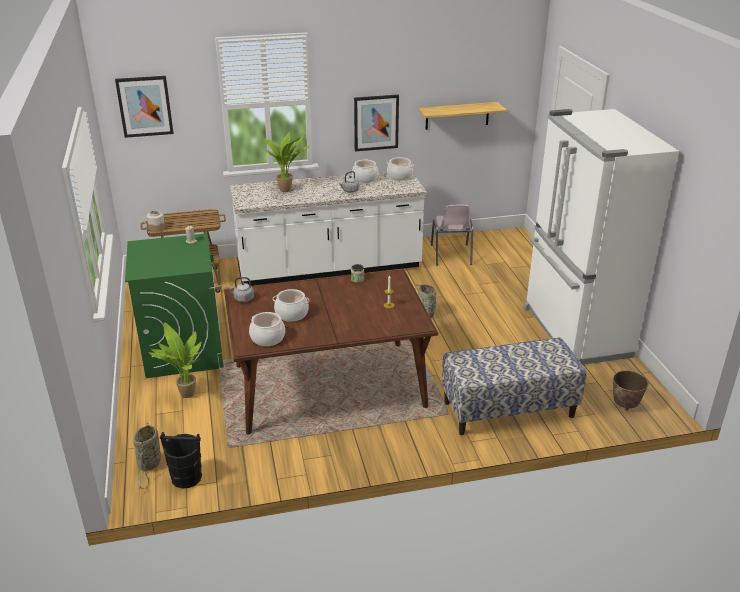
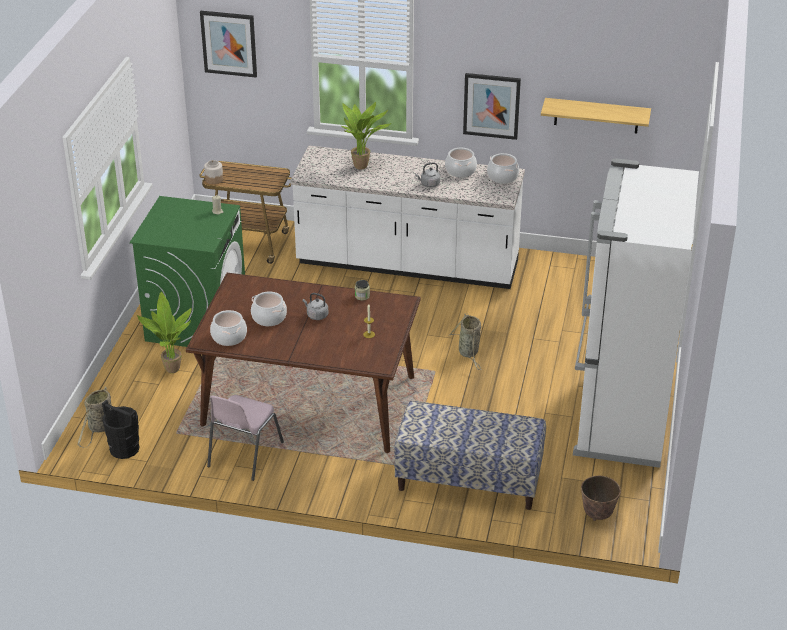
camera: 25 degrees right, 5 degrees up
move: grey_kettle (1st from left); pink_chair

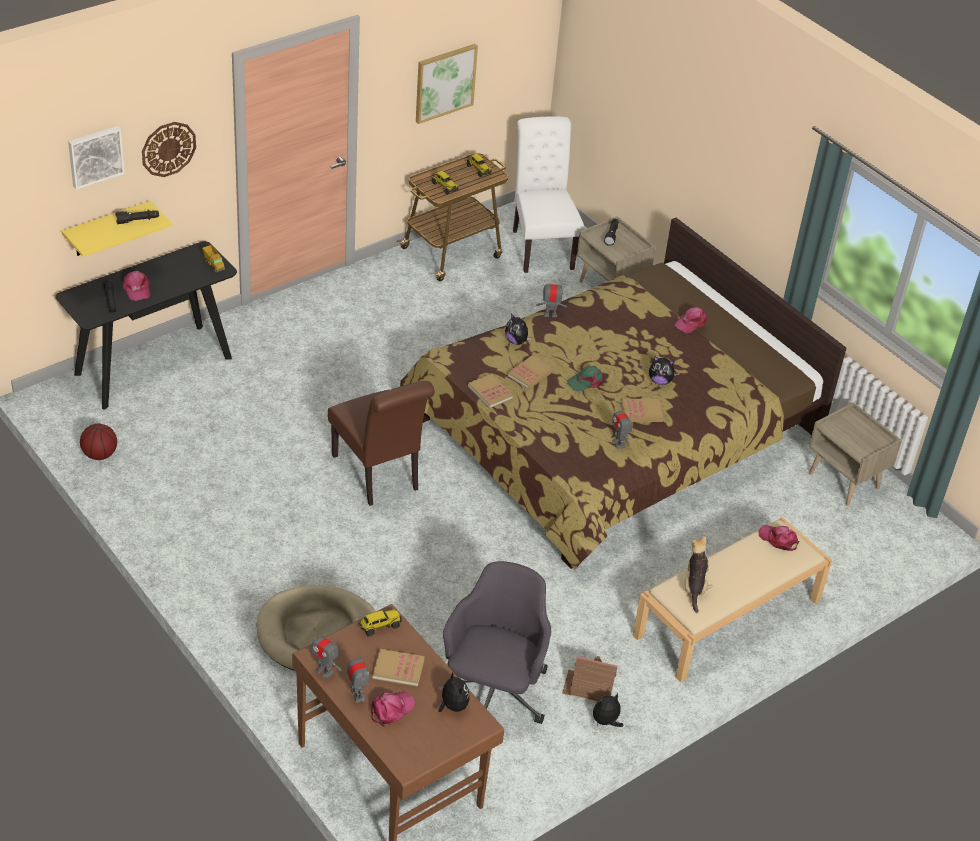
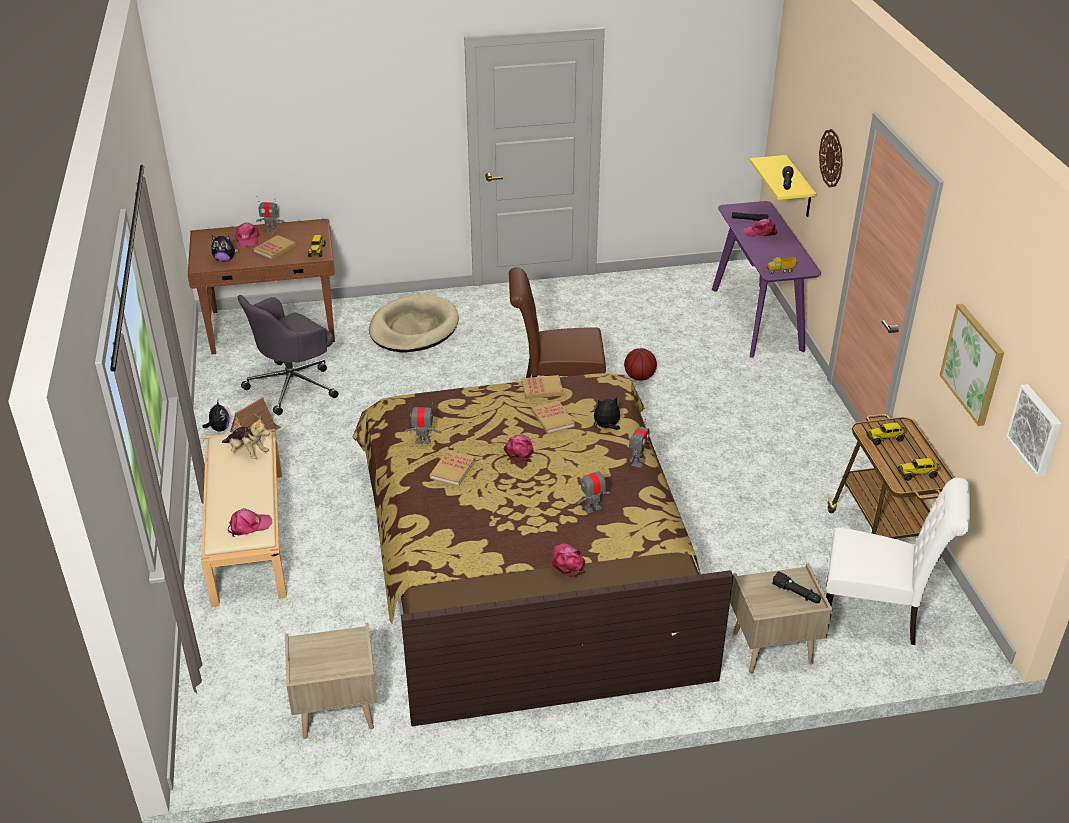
camera: 120 degrees right, 5 degrees down
delete: plush_toy (4th from left)
move: picture (1st from left in the first image) to picture (2nd from left); basketball; toy_robot (1st from left in the first image) to toy_robot (3rd from left)
recolor: black_console_table to purple_console_table; green_cap to pink_cap (3rd from left)
rotate: grey_office_chair 90 degrees clockwise

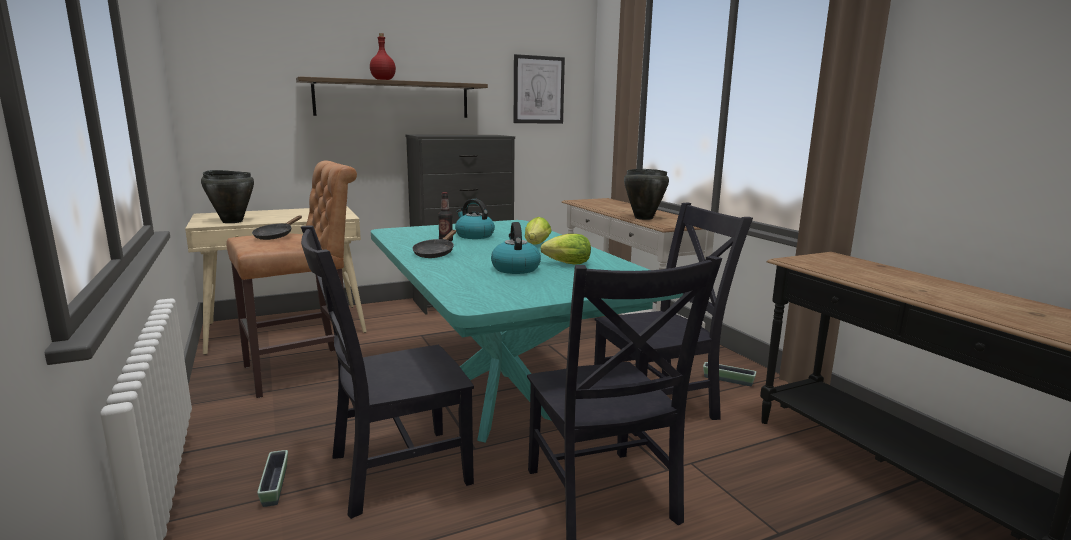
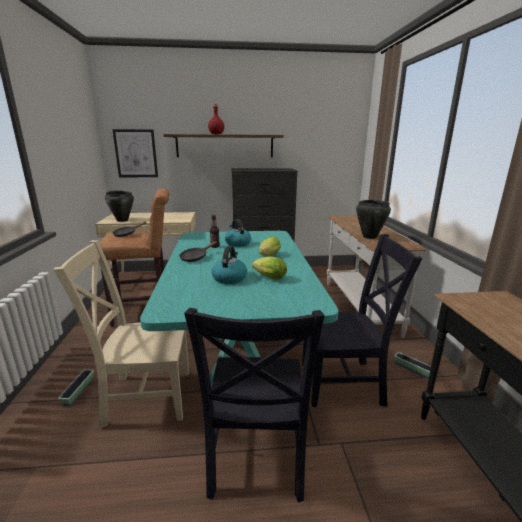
camera: 20 degrees right, 5 degrees up
move: picture
recolor: black_chair (1st from left) to beige_chair

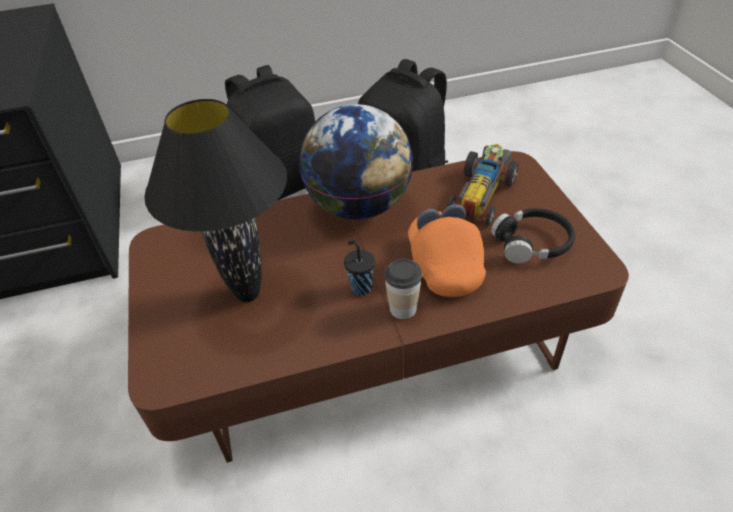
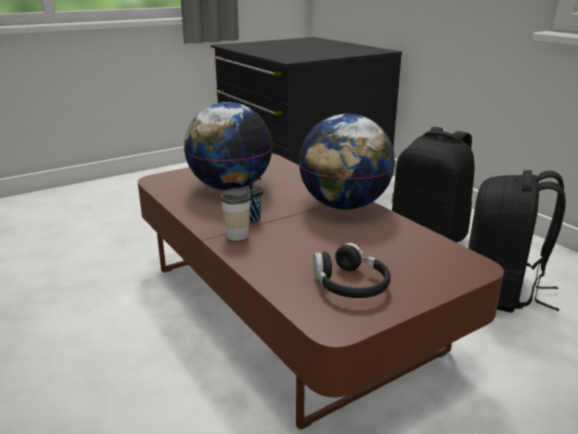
camera: 70 degrees right, 20 degrees down
delete: orange_cap; toy_car
replace: black_table_lamp to globe (1st from left)

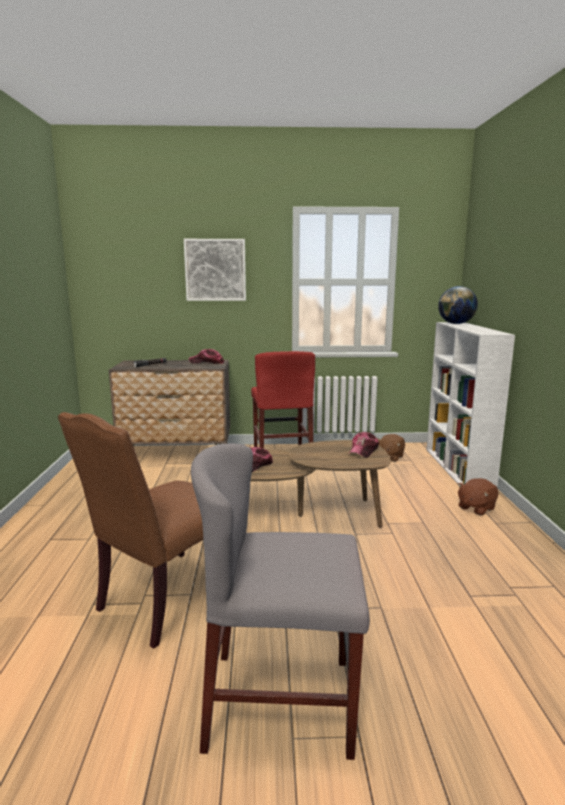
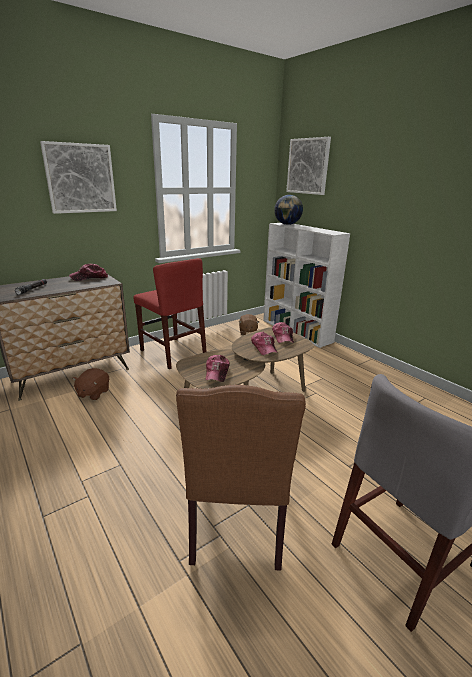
camera: 35 degrees left, 10 degrees up
insert: cap (3rd from left); picture (2nd from left)
move: brown_plush_toy (2nd from left in the first image) to brown_plush_toy (1st from left)

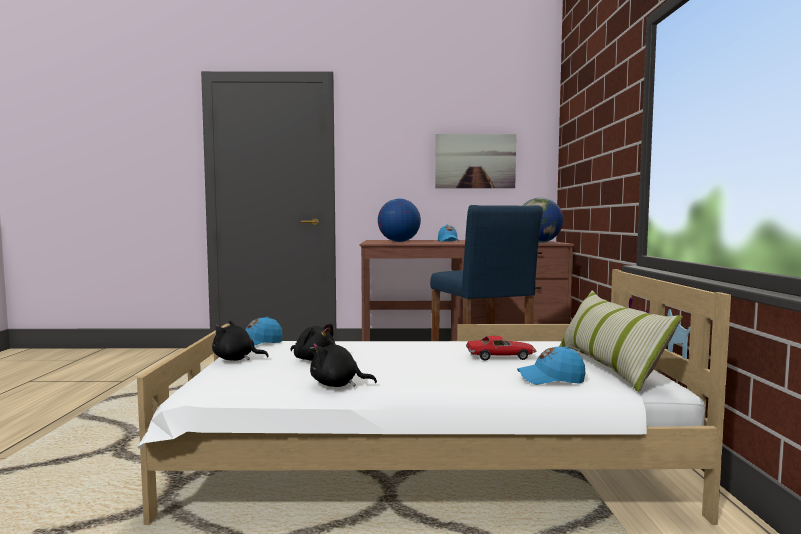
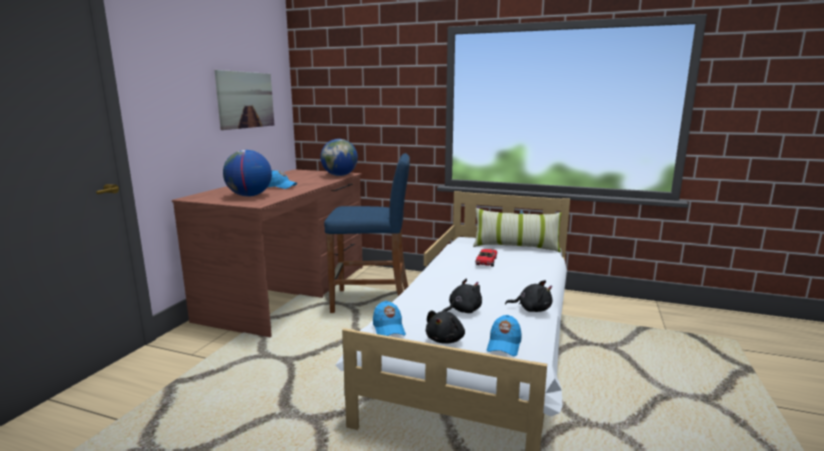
camera: 70 degrees left, 10 degrees up
move: blue_cap (3rd from left)
rotate: black_plush_toy (3rd from left) 105 degrees counterclockwise

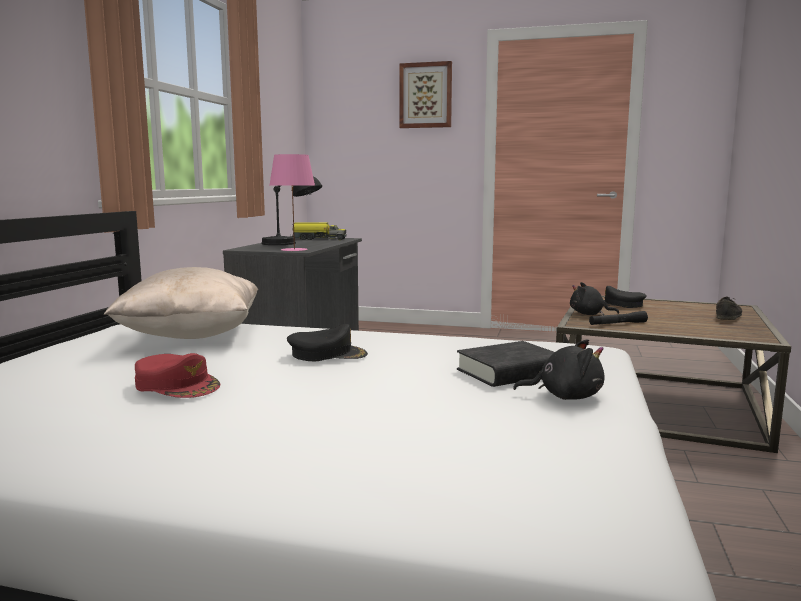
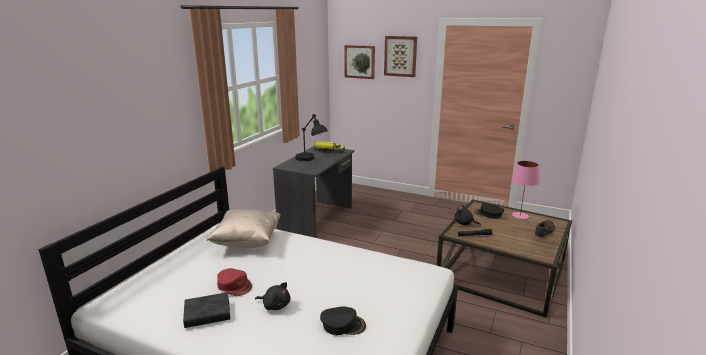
camera: 10 degrees right, 10 degrees up
insert: picture (1st from left)
move: pink_table_lamp; black_cap (1st from left); black_book; black_plush_toy (1st from left)

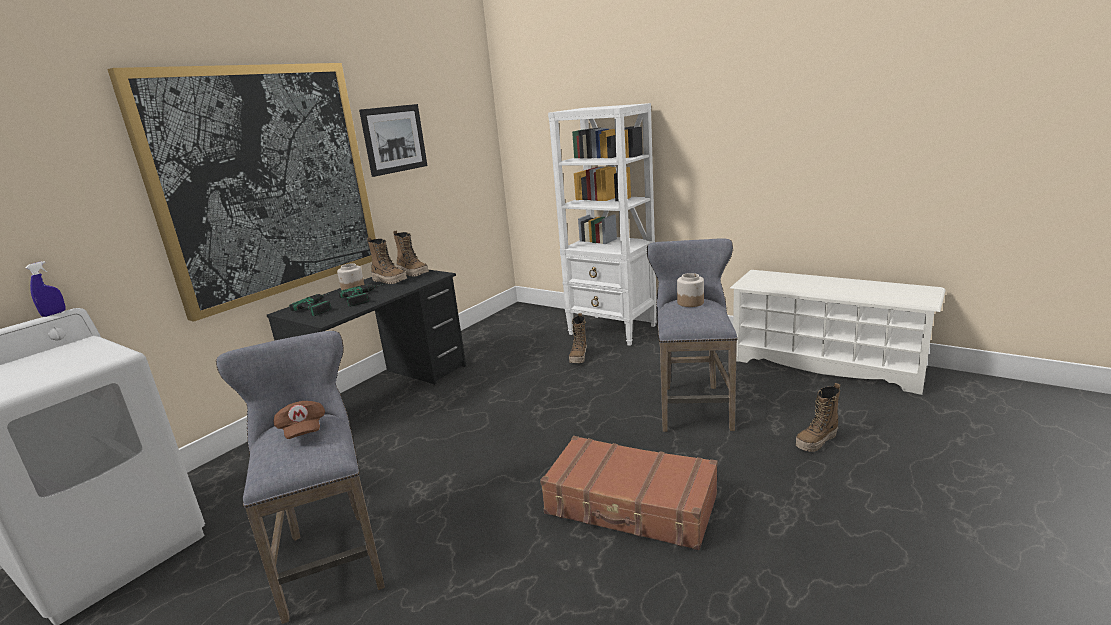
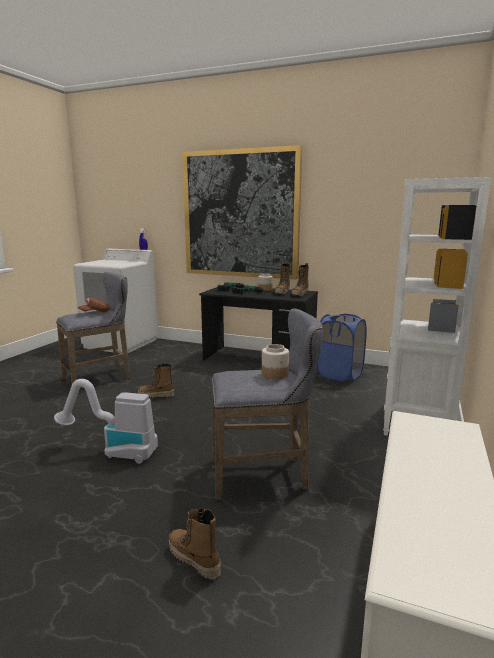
camera: 75 degrees right, 5 degrees down
delete: picture (2nd from left)
insert: blue_laundry_basket
move: boot (3rd from left in the first image) to boot (1st from left)
replace: brown_suitcase to vacuum_cleaner

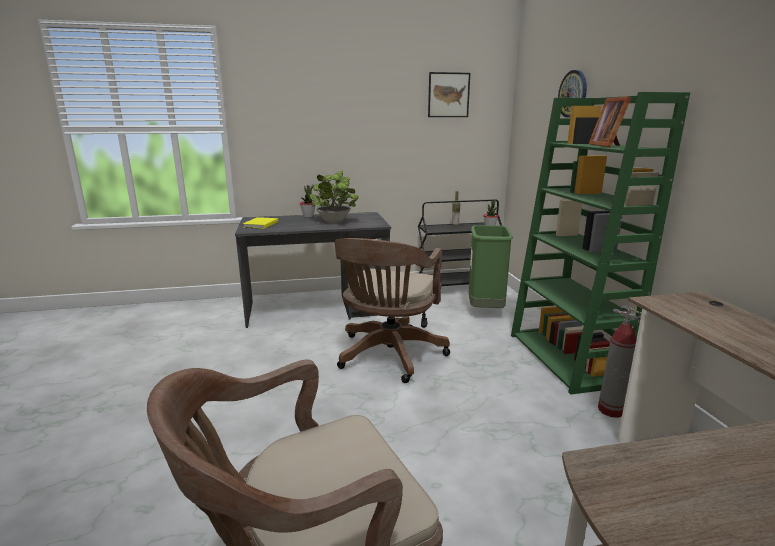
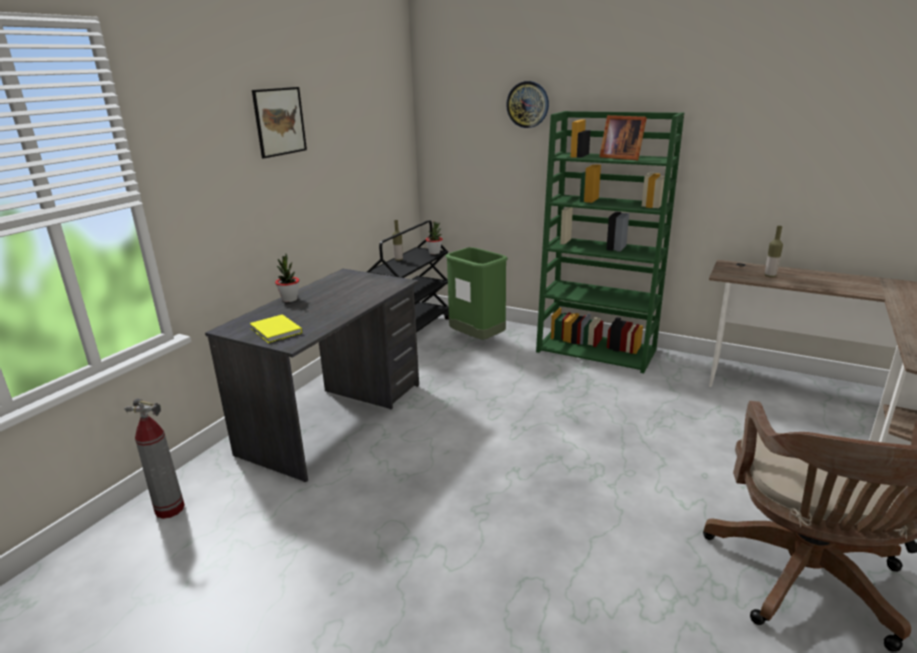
camera: 50 degrees left, 5 degrees up
delete: potted_plant (2nd from left); brown_office_chair (2nd from left)
insert: bottle (2nd from left)
move: picture; fire_extinguisher

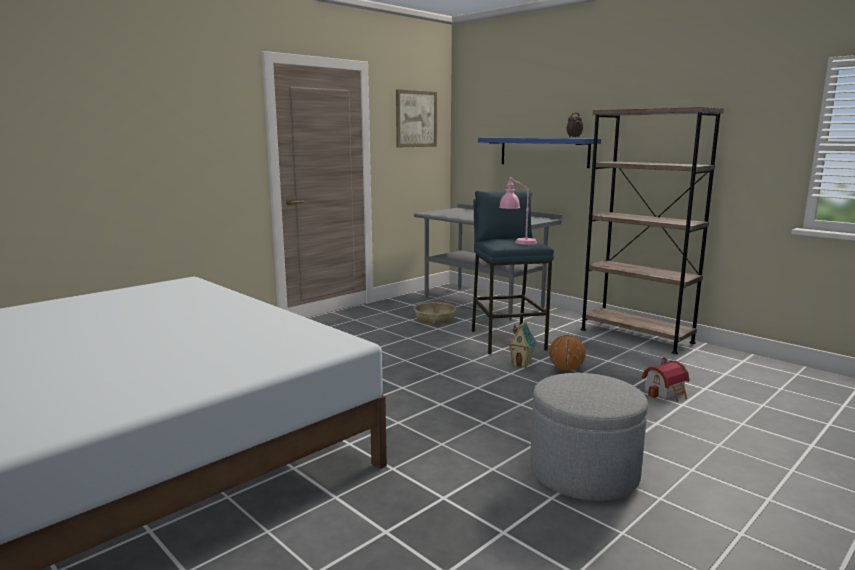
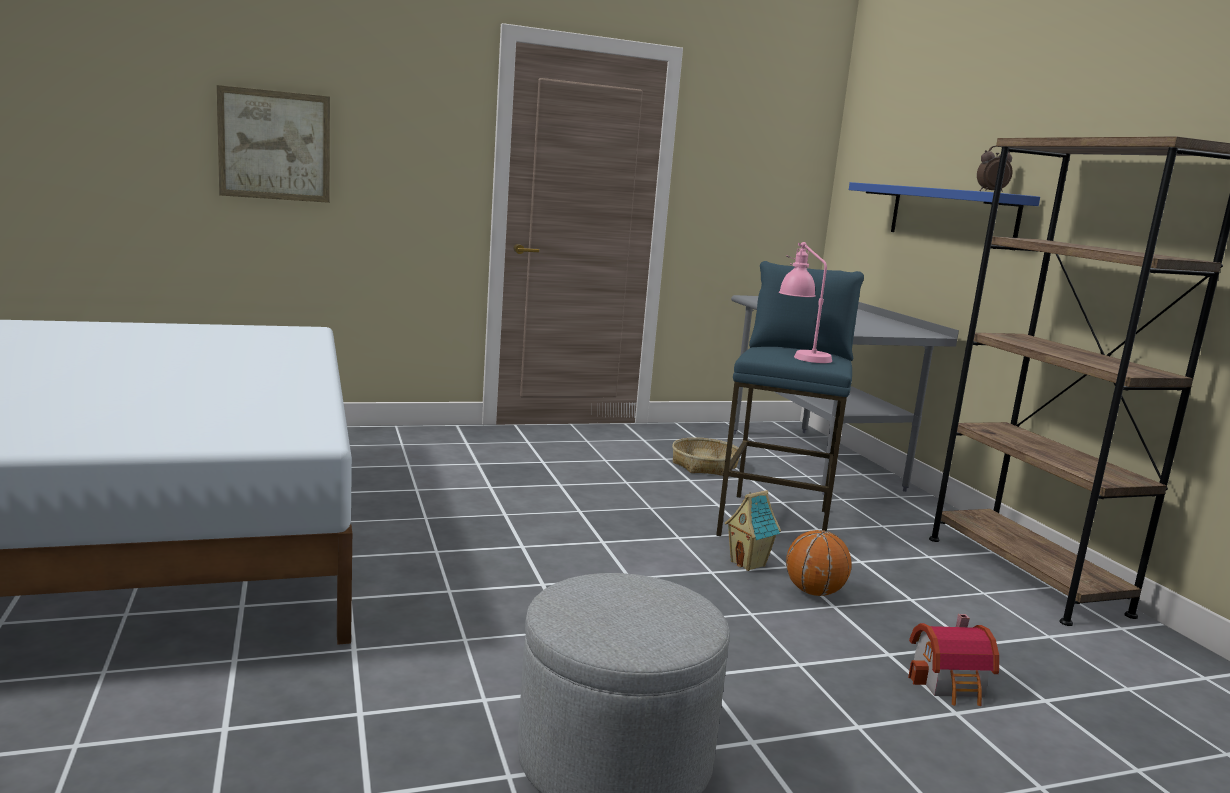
camera: 25 degrees right, 0 degrees up
move: picture

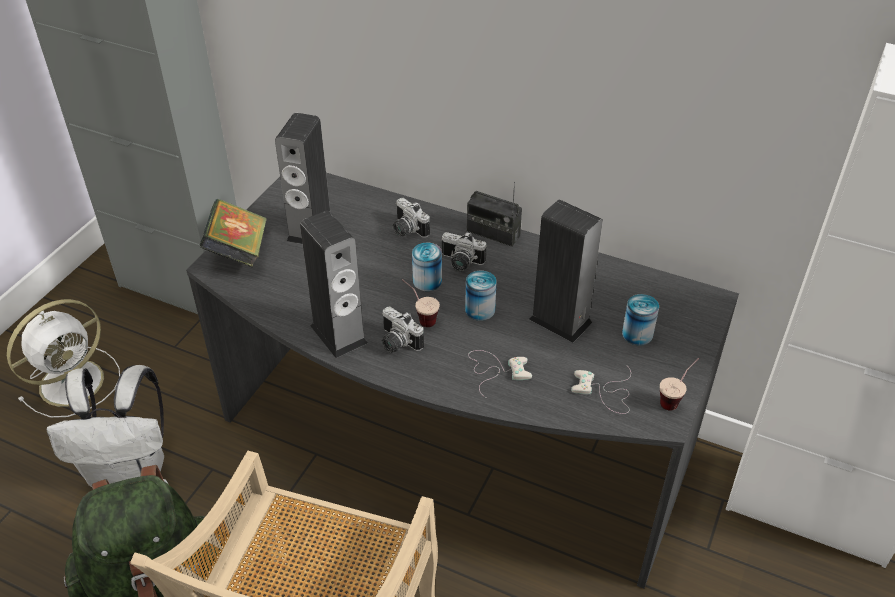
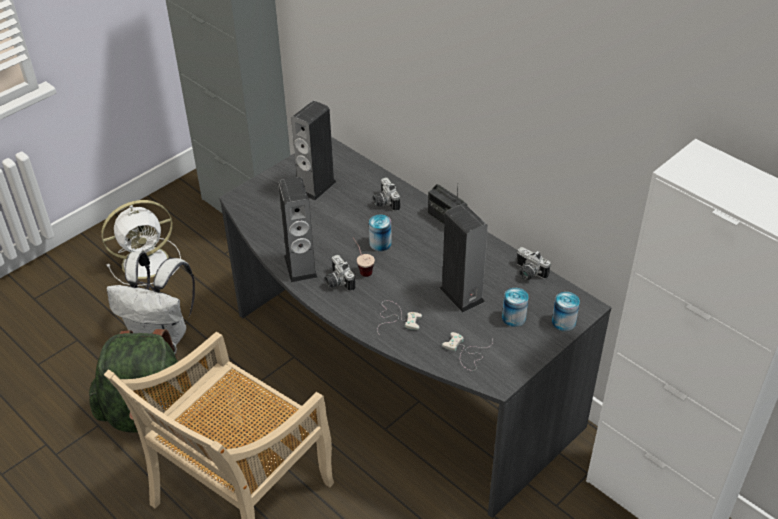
camera: 20 degrees right, 0 degrees up
delete: book; cup (2nd from left)
move: photo_camera (3rd from left); can (2nd from left in the first image) to can (3rd from left)

